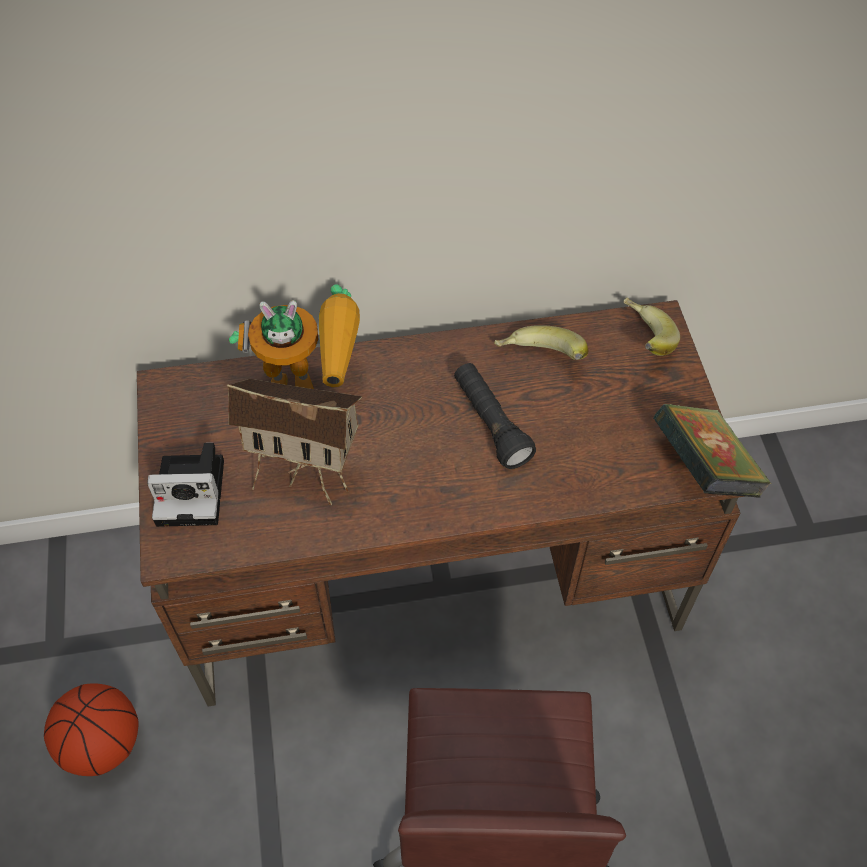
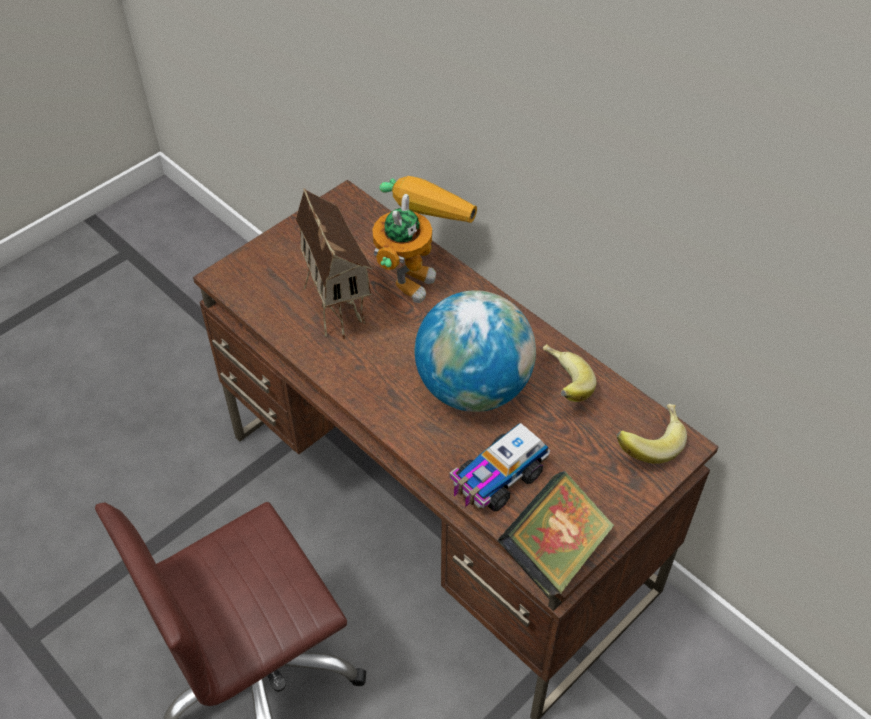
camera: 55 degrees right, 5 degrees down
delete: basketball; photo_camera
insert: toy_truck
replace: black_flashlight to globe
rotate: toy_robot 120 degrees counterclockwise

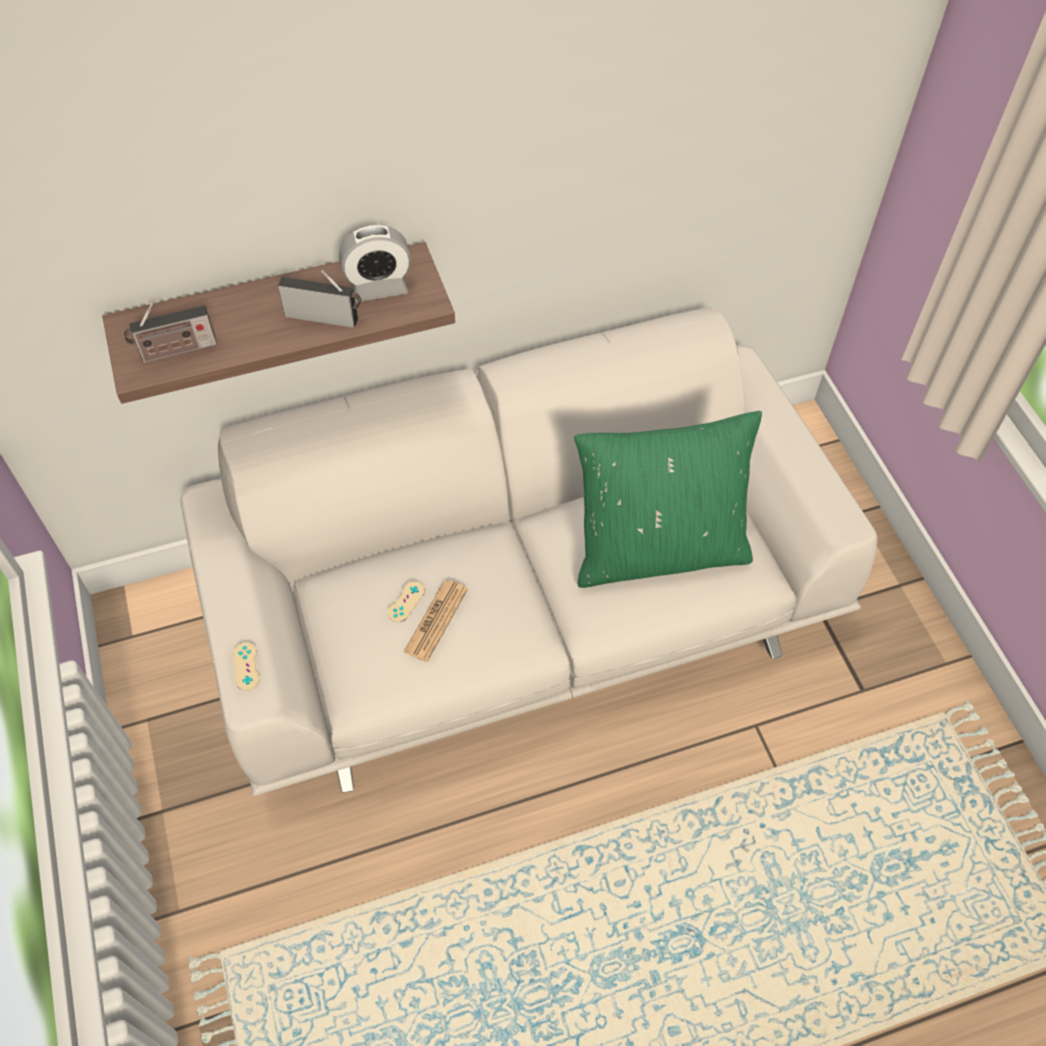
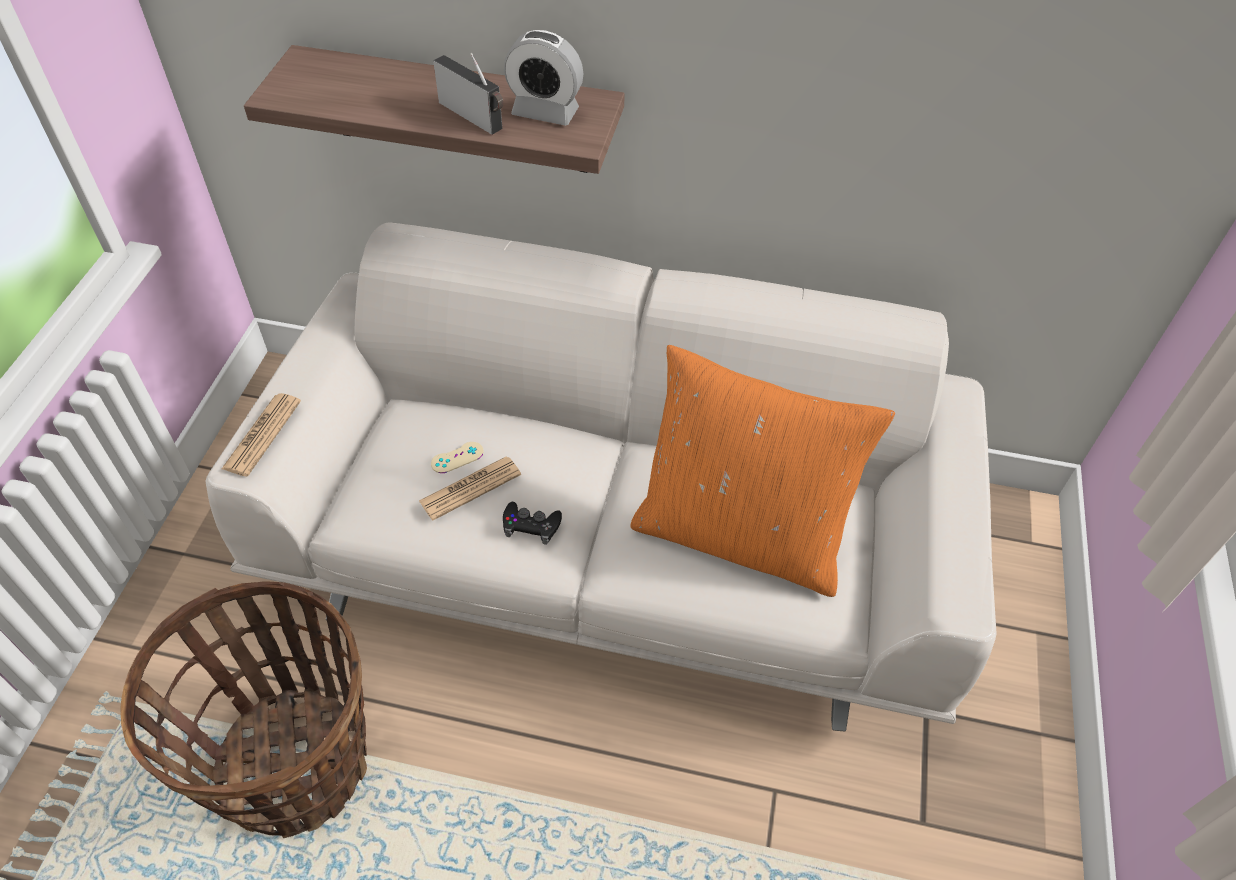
camera: 30 degrees right, 5 degrees down
delete: radio (1st from left)
insert: basket; black_game_controller
replace: beige_game_controller (1st from left) to newspaper (1st from left)
recolor: green_pillow to orange_pillow

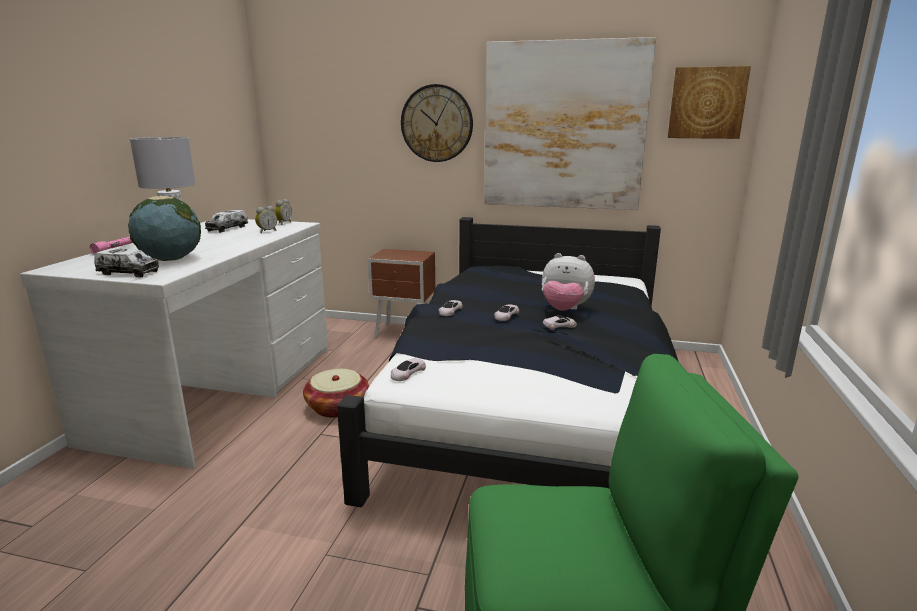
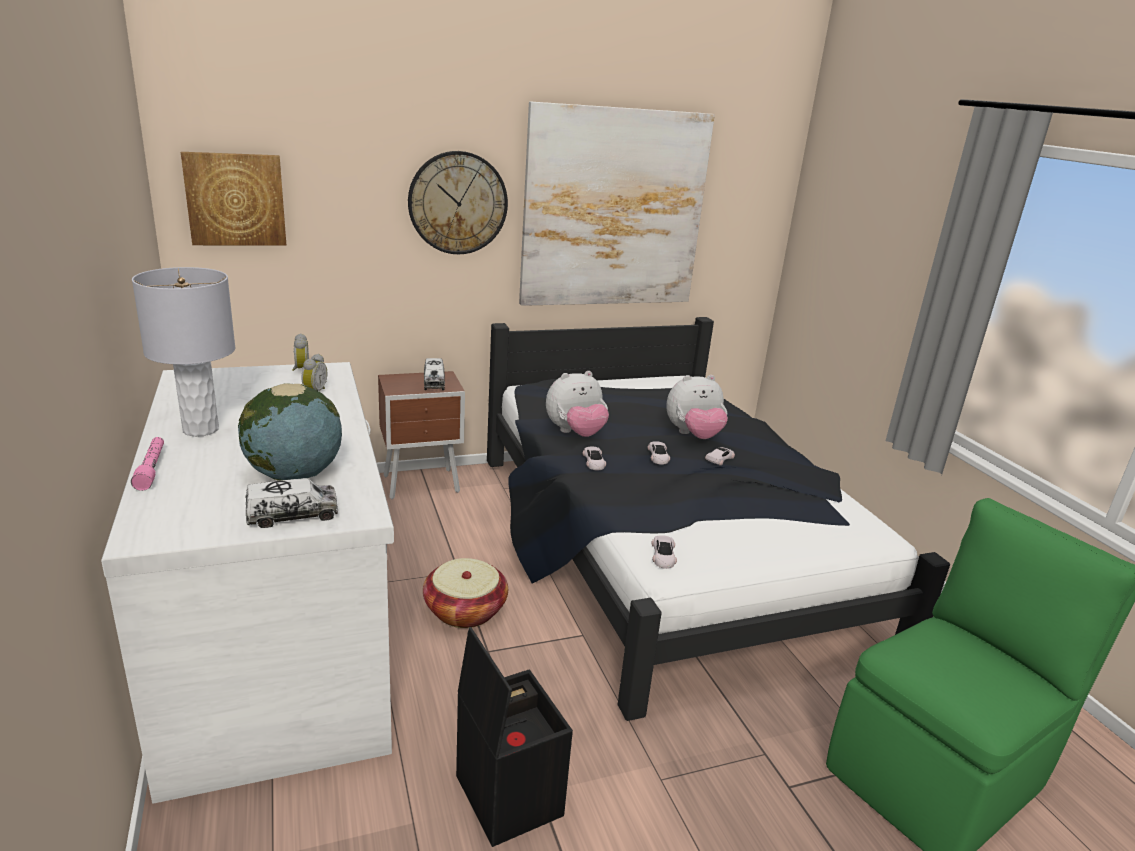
camera: 35 degrees left, 5 degrees up
insert: black_storage_box; plush_toy (1st from left)
move: toy_truck (2nd from left); picture (2nd from left in the first image) to picture (1st from left)

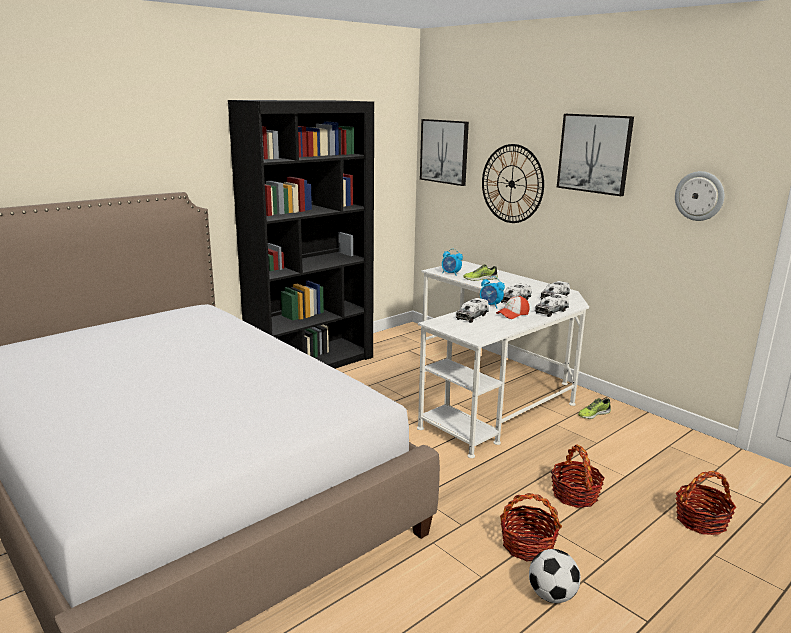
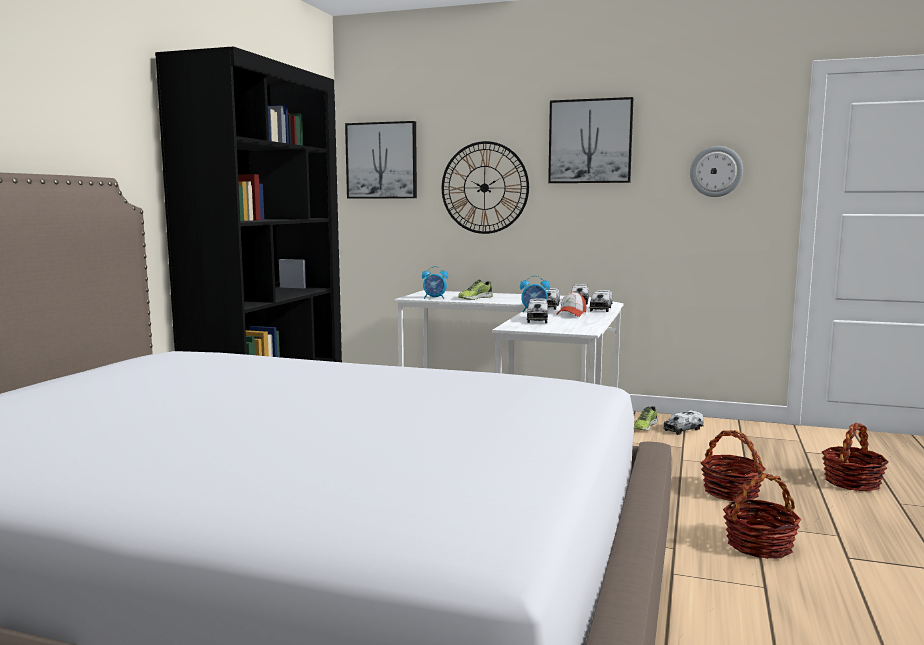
camera: 30 degrees left, 10 degrees down
delete: football
insert: toy_truck (5th from left)

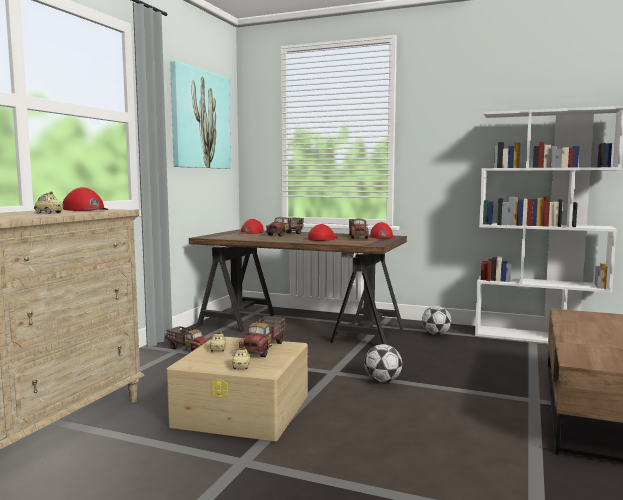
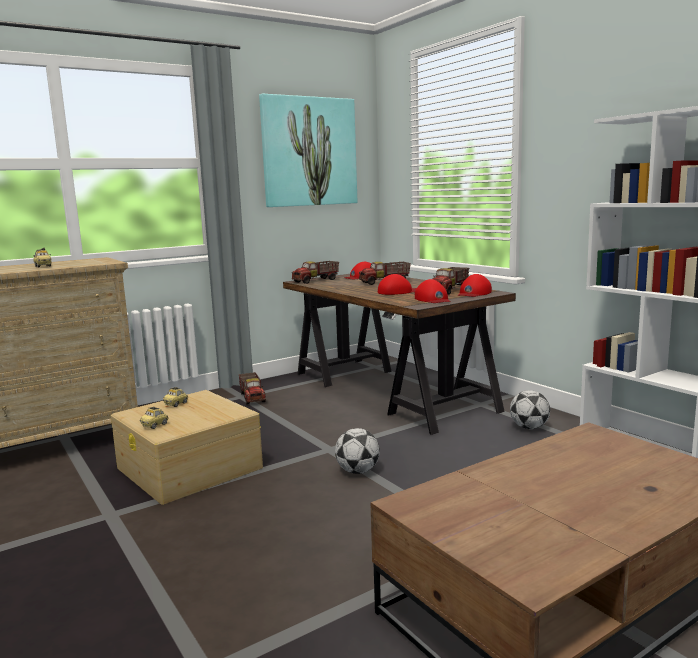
camera: 35 degrees right, 5 degrees up
move: red_cap (1st from left in the first image) to red_cap (3rd from left); toy_truck (2nd from left)

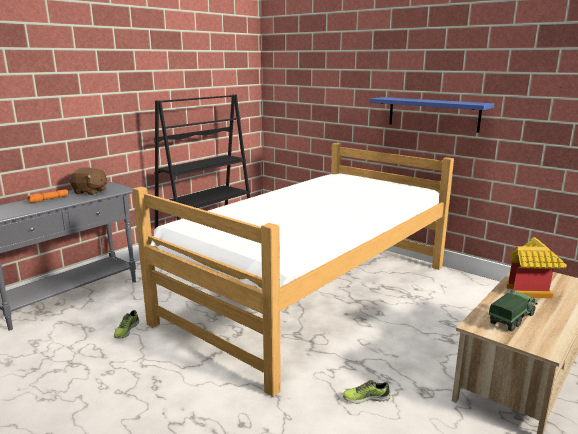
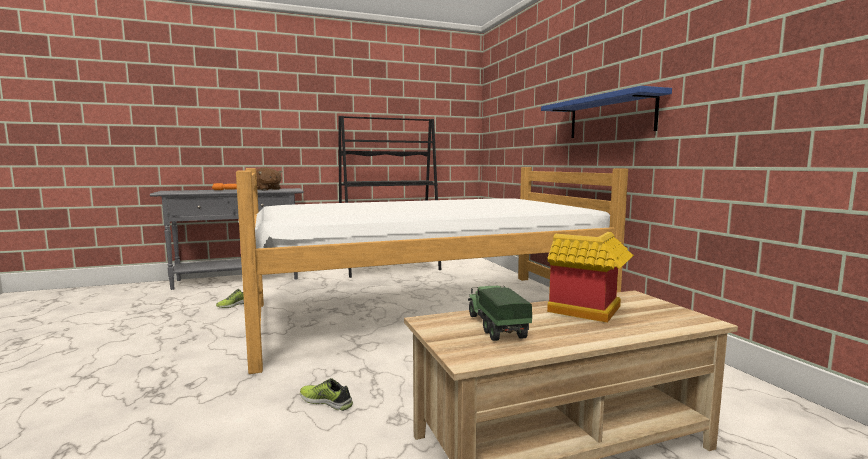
camera: 30 degrees right, 10 degrees down
rotate: toy_truck 90 degrees counterclockwise

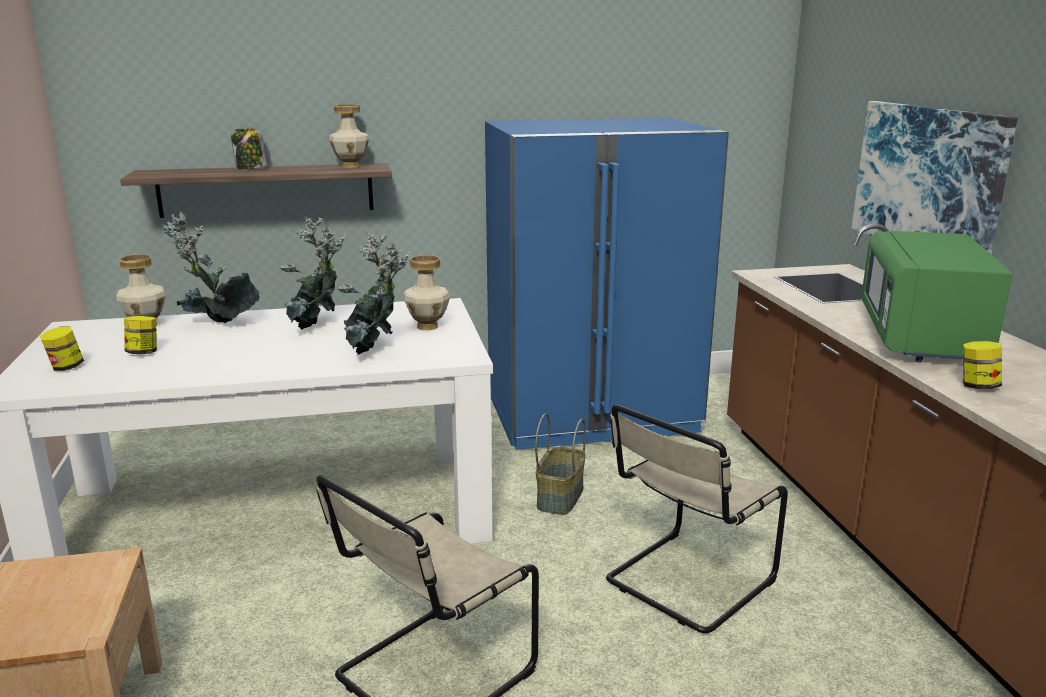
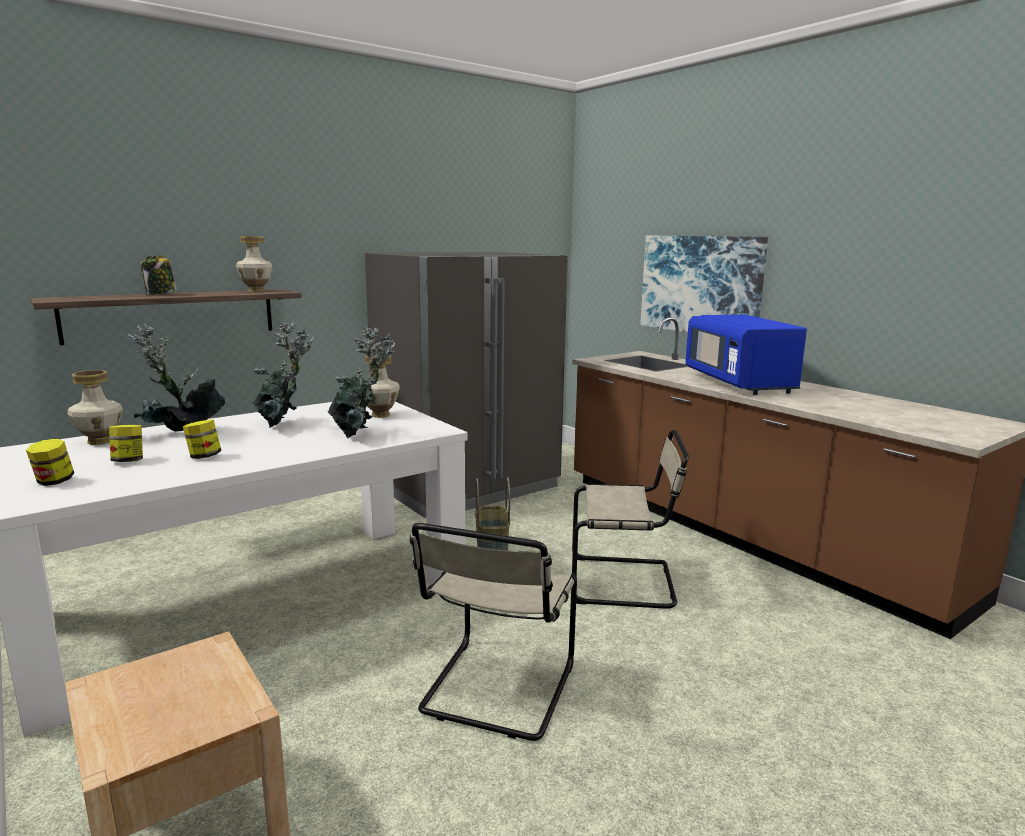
camera: 25 degrees left, 5 degrees down
move: jar (4th from left)
recolor: blue_fridge to grey_fridge; green_microwave to blue_microwave
rotate: beige_chair (2nd from left) 105 degrees counterclockwise

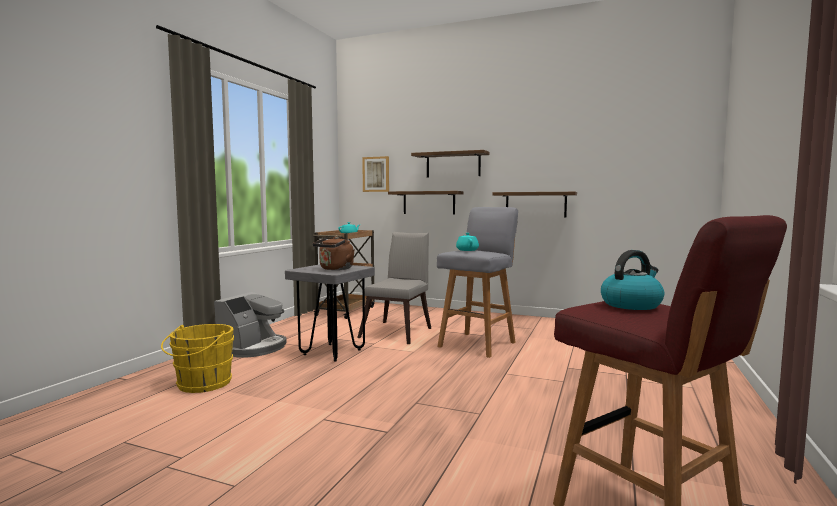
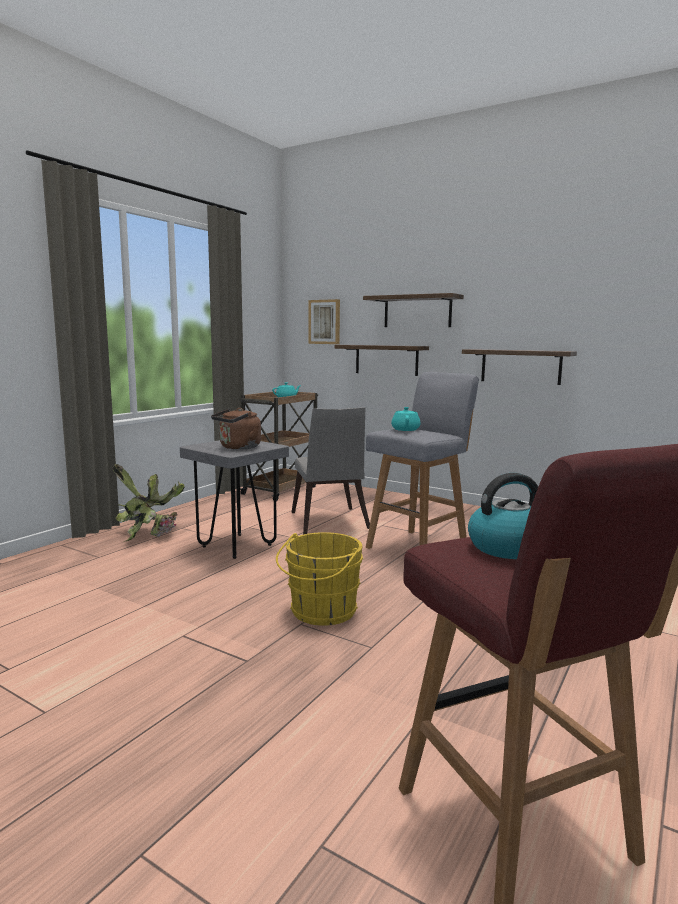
camera: 10 degrees right, 5 degrees up
move: yellow_bucket
replace: coffee_machine to potted_plant
rotate: grey_chair 135 degrees clockwise

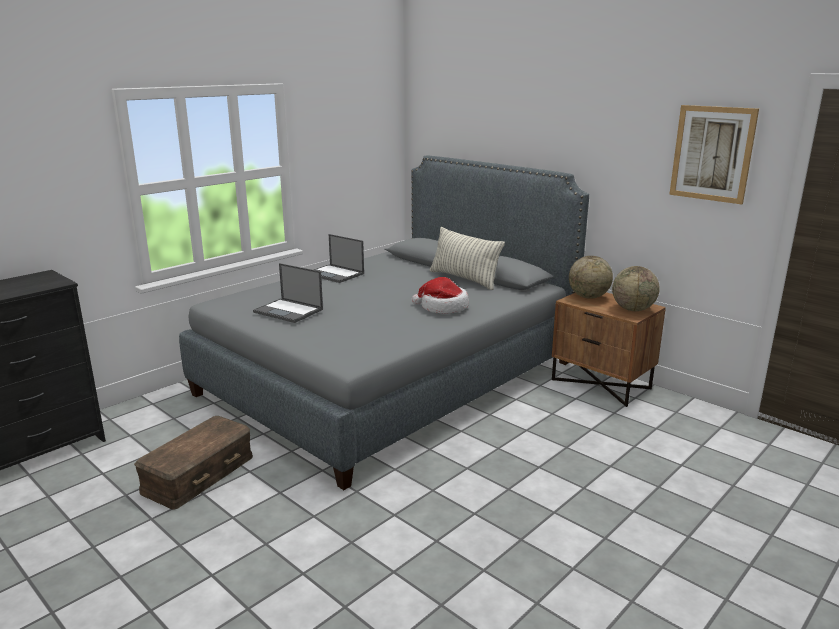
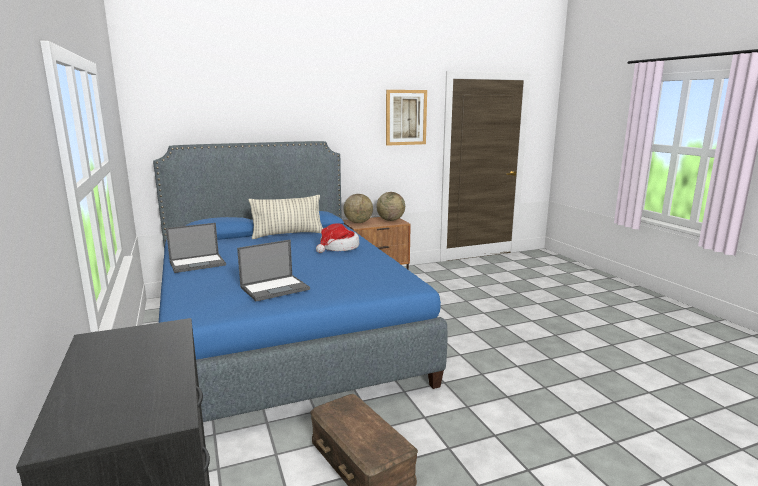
camera: 65 degrees left, 5 degrees down
recolor: grey_bed to blue_bed

